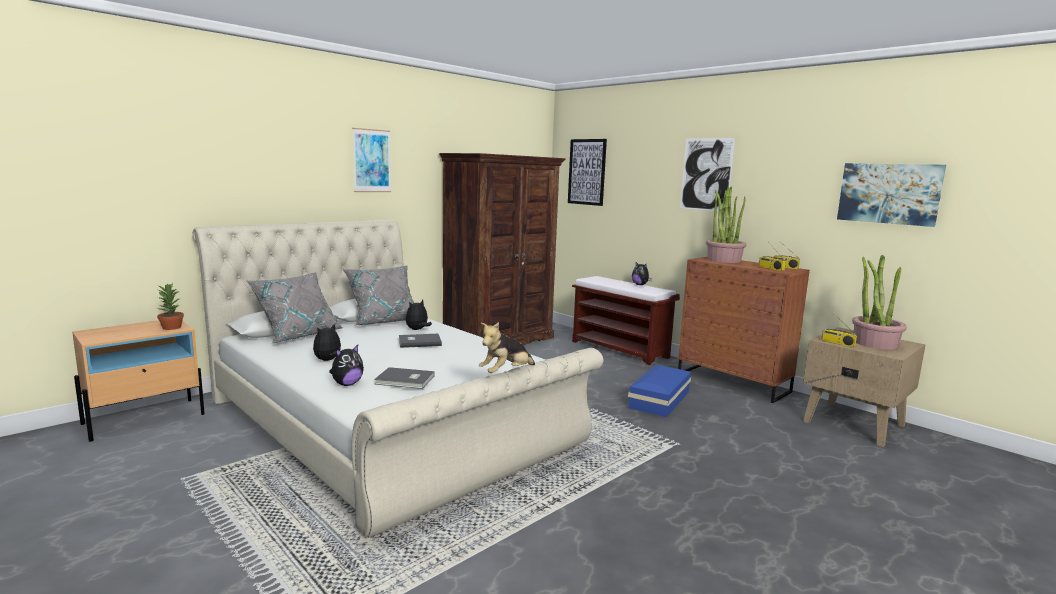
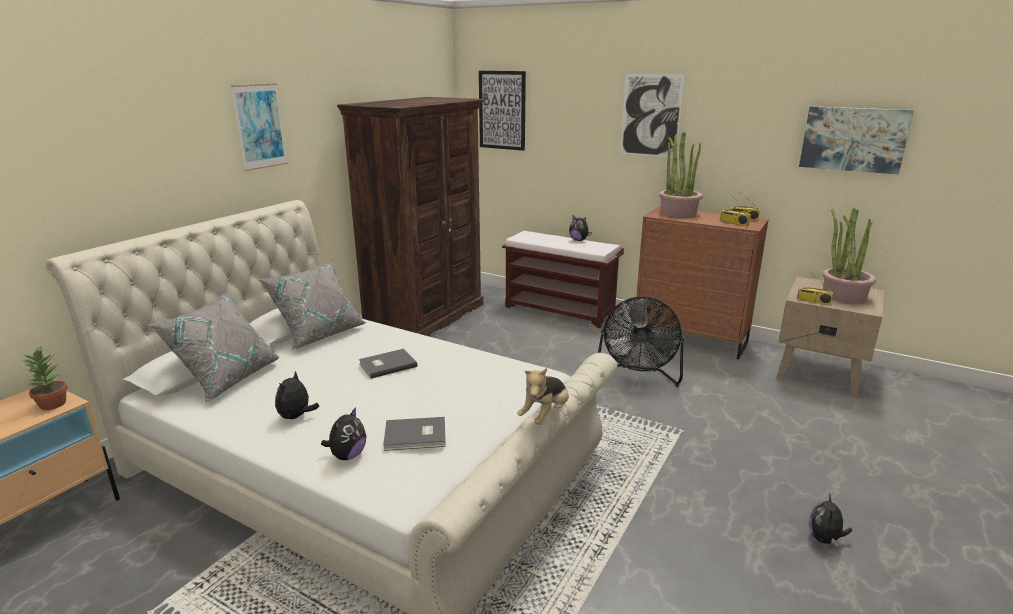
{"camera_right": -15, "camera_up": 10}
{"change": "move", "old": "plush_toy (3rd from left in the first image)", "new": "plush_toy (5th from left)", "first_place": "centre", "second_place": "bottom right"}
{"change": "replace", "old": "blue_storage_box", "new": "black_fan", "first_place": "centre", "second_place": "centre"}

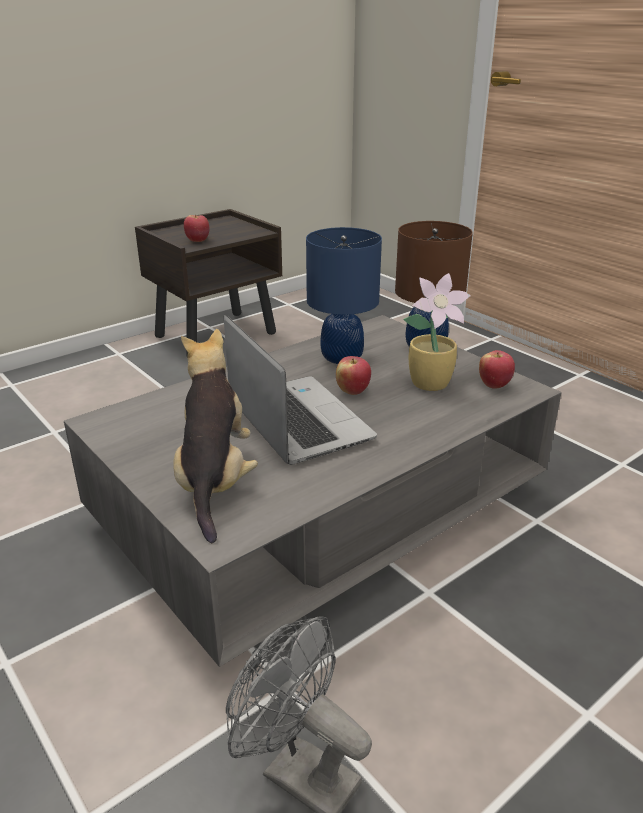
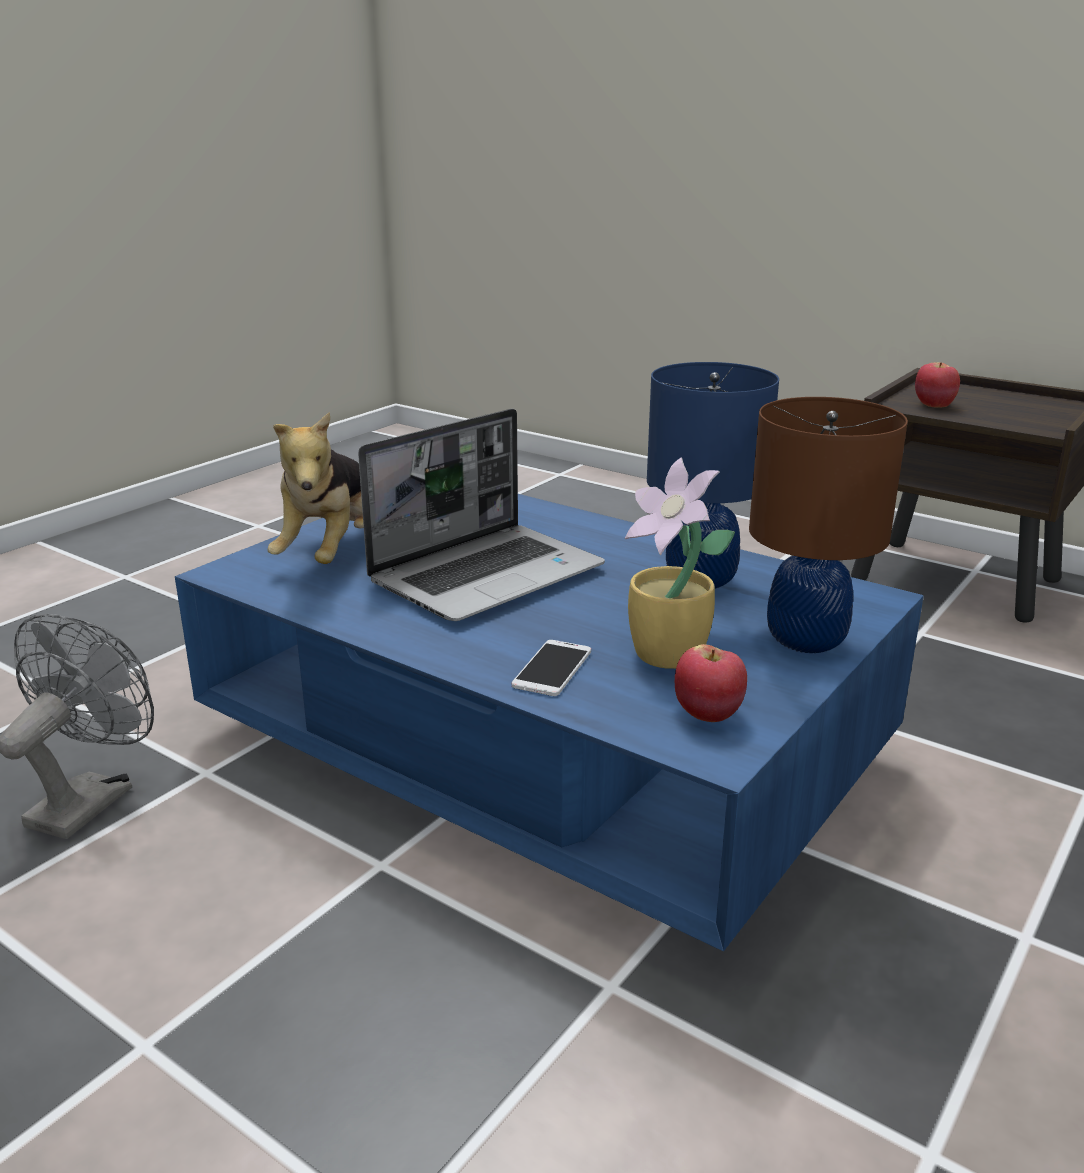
{"camera_right": 75, "camera_up": -5}
{"change": "recolor", "old": "grey_coffee_table", "new": "blue_coffee_table", "first_place": "centre", "second_place": "centre"}
{"change": "rotate", "old": "plush_toy", "first_place": "centre", "second_place": "middle left", "degrees": 120}
{"change": "delete", "old": "apple (2nd from left)", "first_place": "centre"}
{"change": "insert", "new": "phone", "second_place": "centre"}

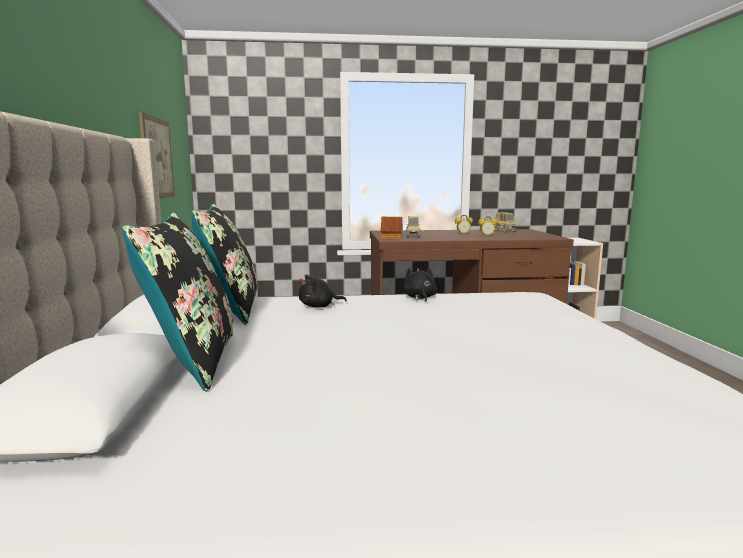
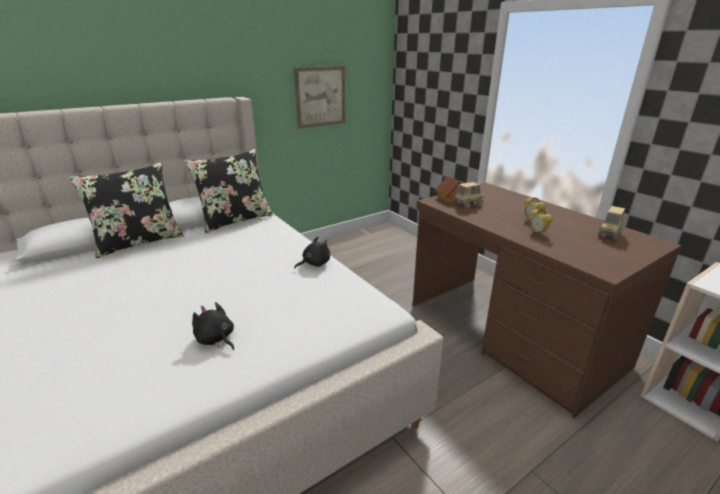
{"camera_right": 60, "camera_up": 15}
{"change": "move", "old": "black_plush_toy (1st from left)", "first_place": "centre", "second_place": "middle left"}

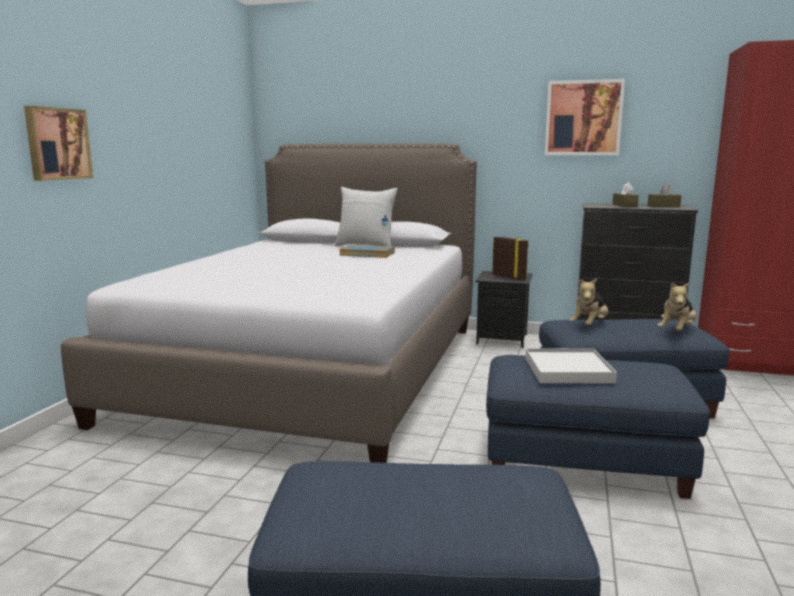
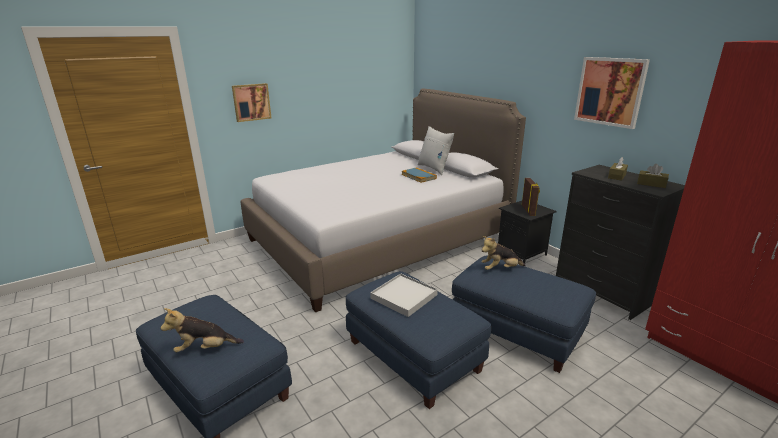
{"camera_right": 40, "camera_up": 10}
{"change": "move", "old": "plush_toy (2nd from left in the first image)", "new": "plush_toy (1st from left)", "first_place": "middle right", "second_place": "bottom left"}

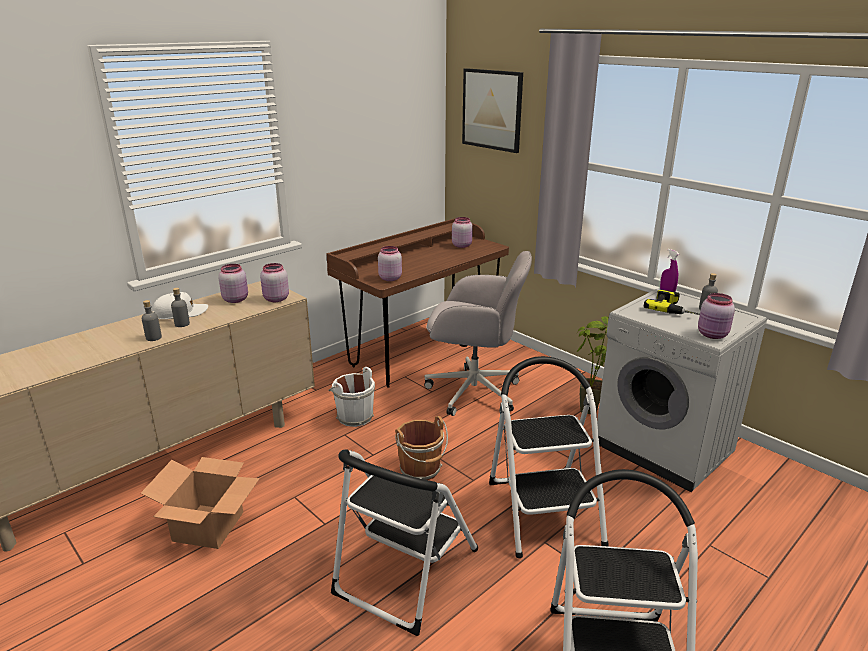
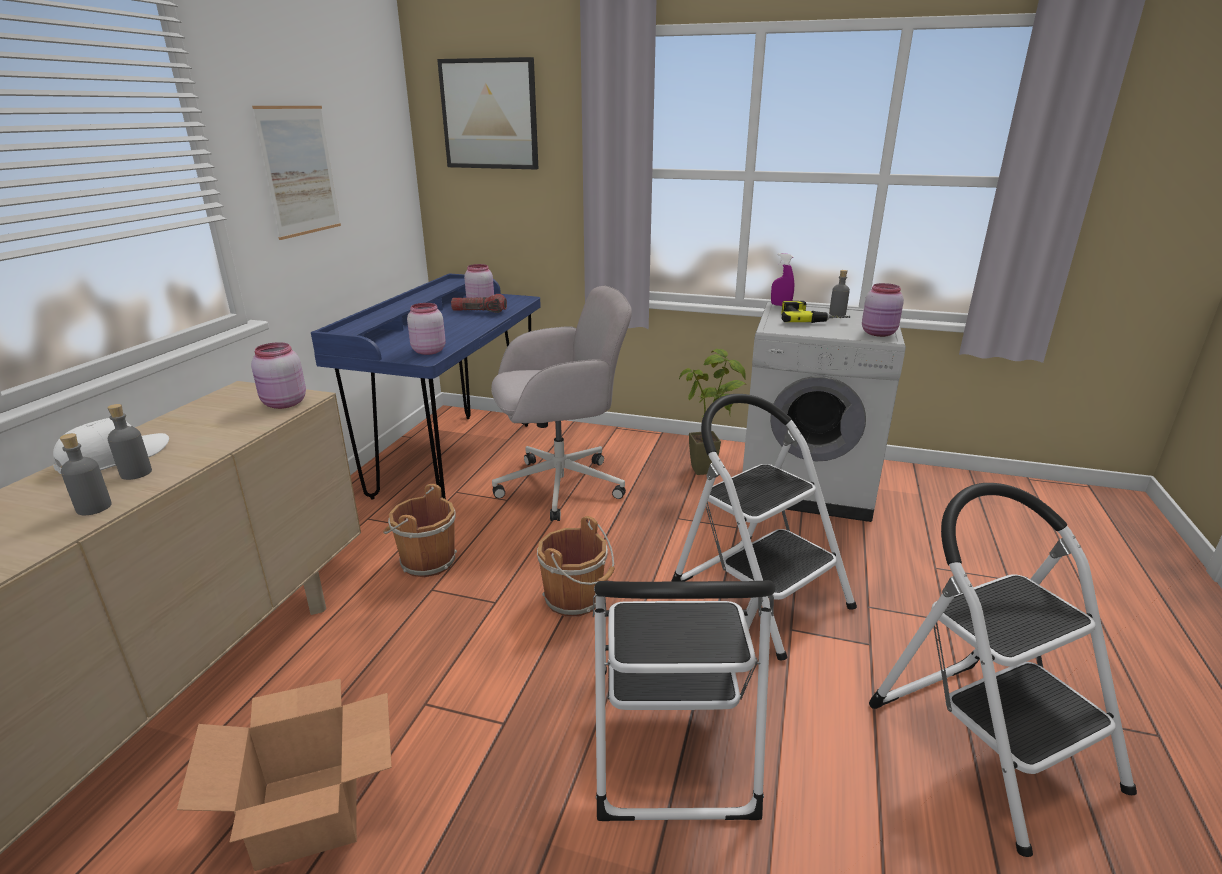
{"camera_right": -30, "camera_up": 0}
{"change": "delete", "old": "pink_jar (1st from left)", "first_place": "middle left"}
{"change": "recolor", "old": "brown_desk", "new": "blue_desk", "first_place": "centre", "second_place": "centre"}
{"change": "recolor", "old": "white_bucket", "new": "brown_bucket (1st from left)", "first_place": "centre", "second_place": "centre"}
{"change": "insert", "new": "picture (1st from left)", "second_place": "top left"}
{"change": "insert", "new": "flashlight", "second_place": "centre"}

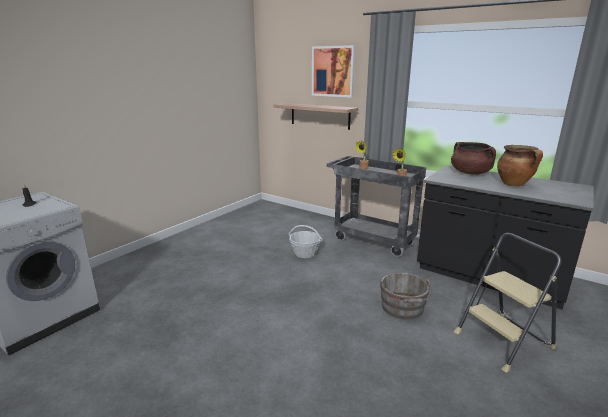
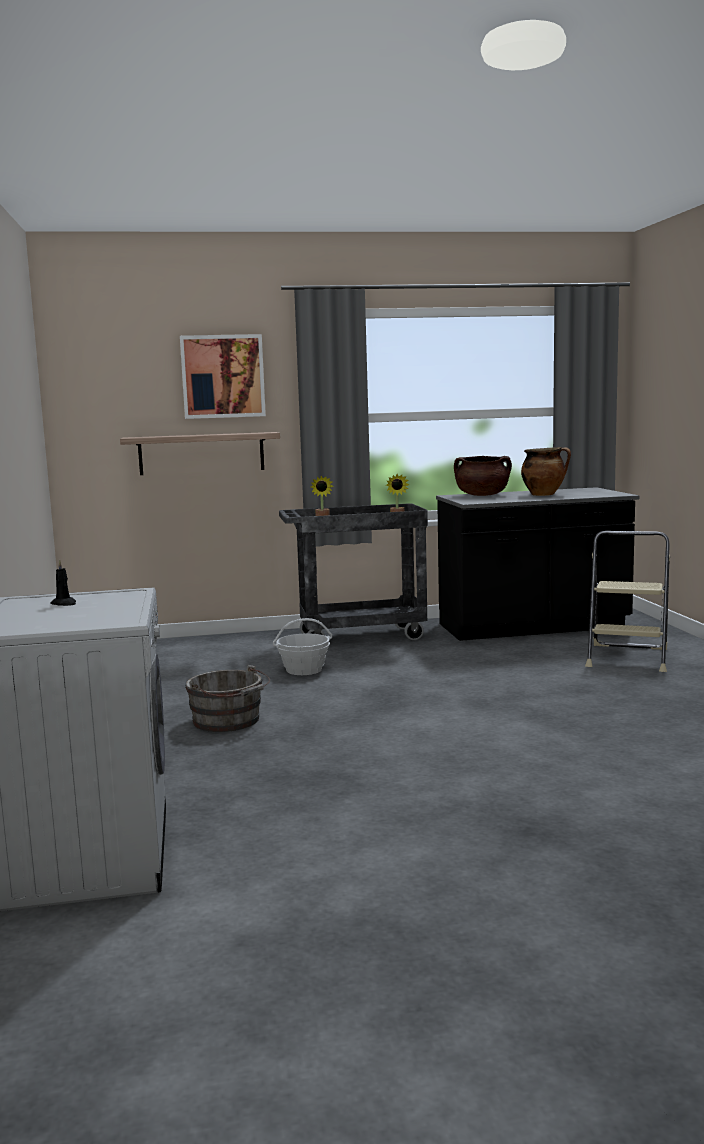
{"camera_right": -45, "camera_up": -10}
{"change": "move", "old": "grey_bucket", "first_place": "bottom right", "second_place": "middle left"}

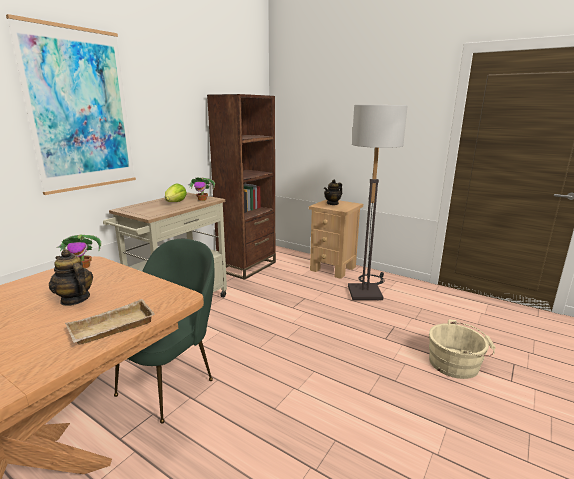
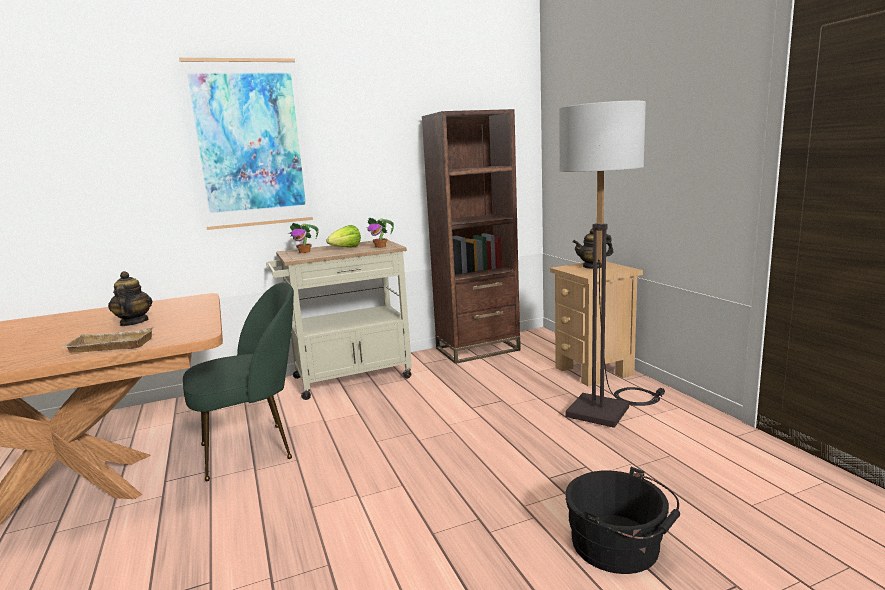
{"camera_right": 35, "camera_up": -5}
{"change": "move", "old": "potted_plant (1st from left)", "first_place": "middle left", "second_place": "centre"}
{"change": "recolor", "old": "beige_bucket", "new": "black_bucket", "first_place": "bottom right", "second_place": "bottom right"}

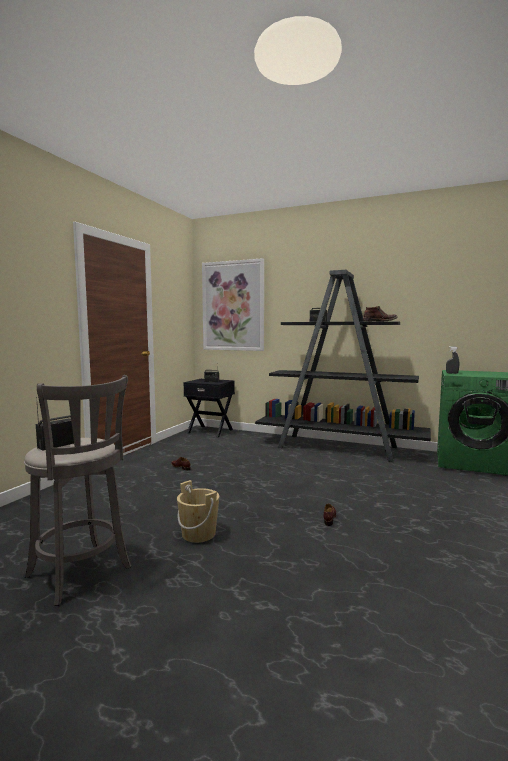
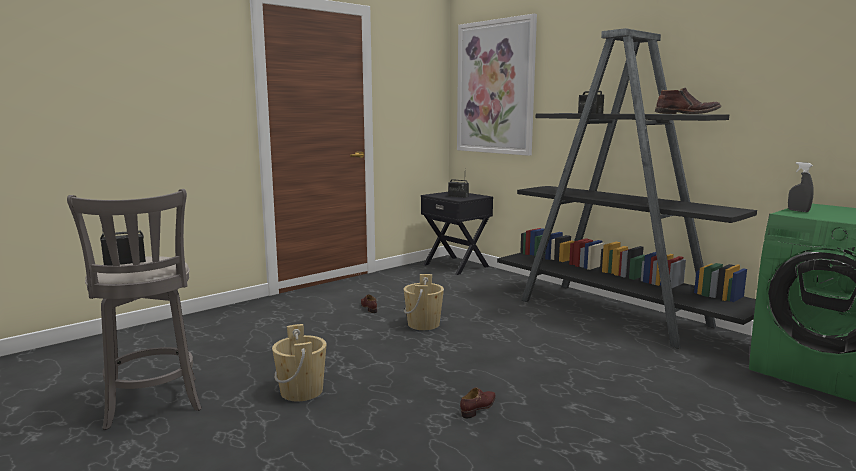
{"camera_right": 25, "camera_up": 5}
{"change": "insert", "new": "beige_bucket (2nd from left)", "second_place": "centre"}

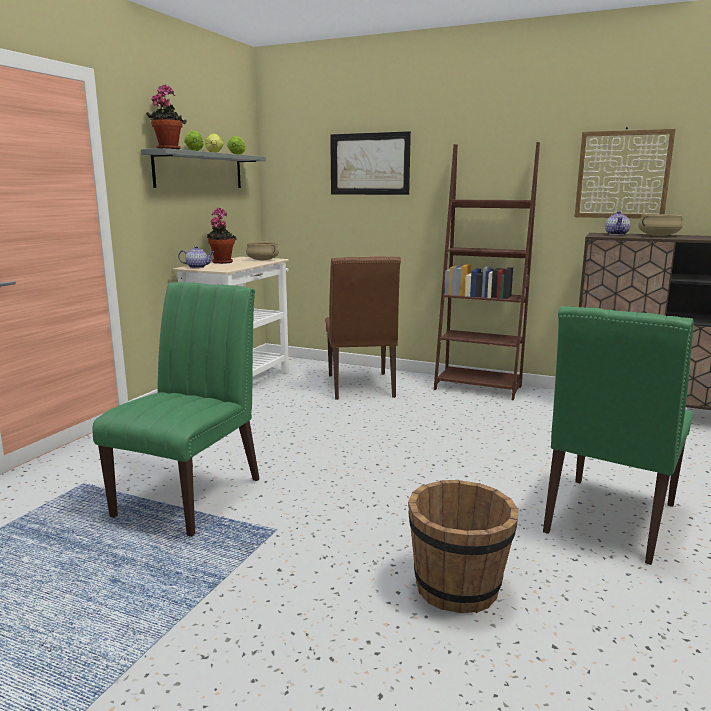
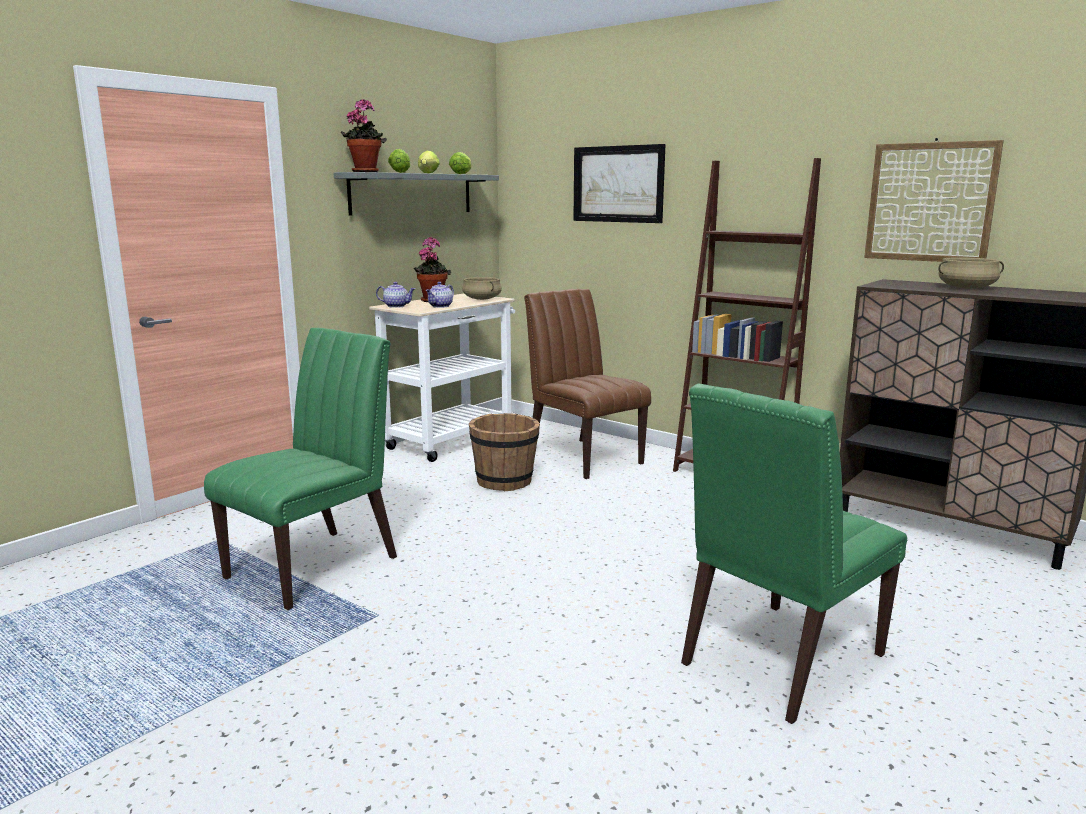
{"camera_right": 15, "camera_up": 0}
{"change": "rotate", "old": "brown_chair", "first_place": "centre", "second_place": "centre", "degrees": 135}
{"change": "move", "old": "brown_bucket", "first_place": "bottom centre", "second_place": "centre"}
{"change": "move", "old": "teapot (2nd from left)", "first_place": "top right", "second_place": "centre"}

